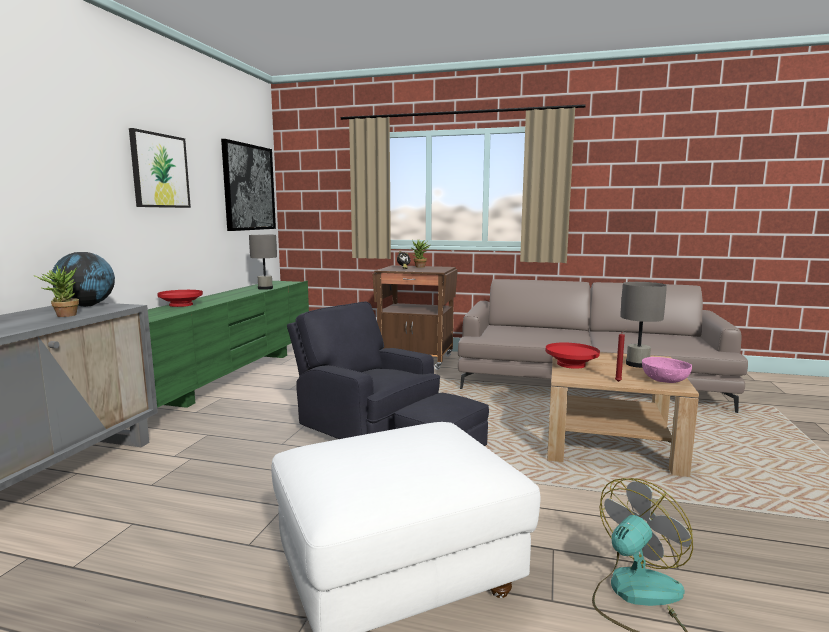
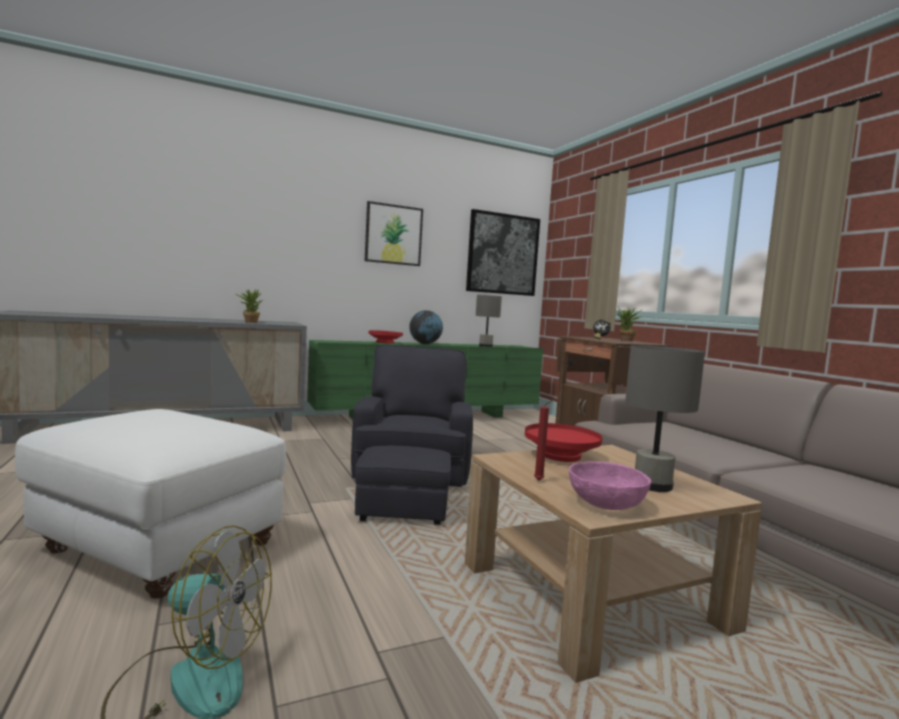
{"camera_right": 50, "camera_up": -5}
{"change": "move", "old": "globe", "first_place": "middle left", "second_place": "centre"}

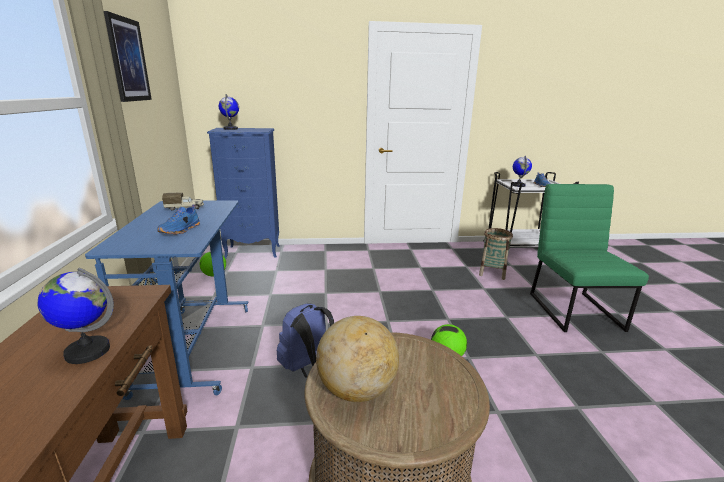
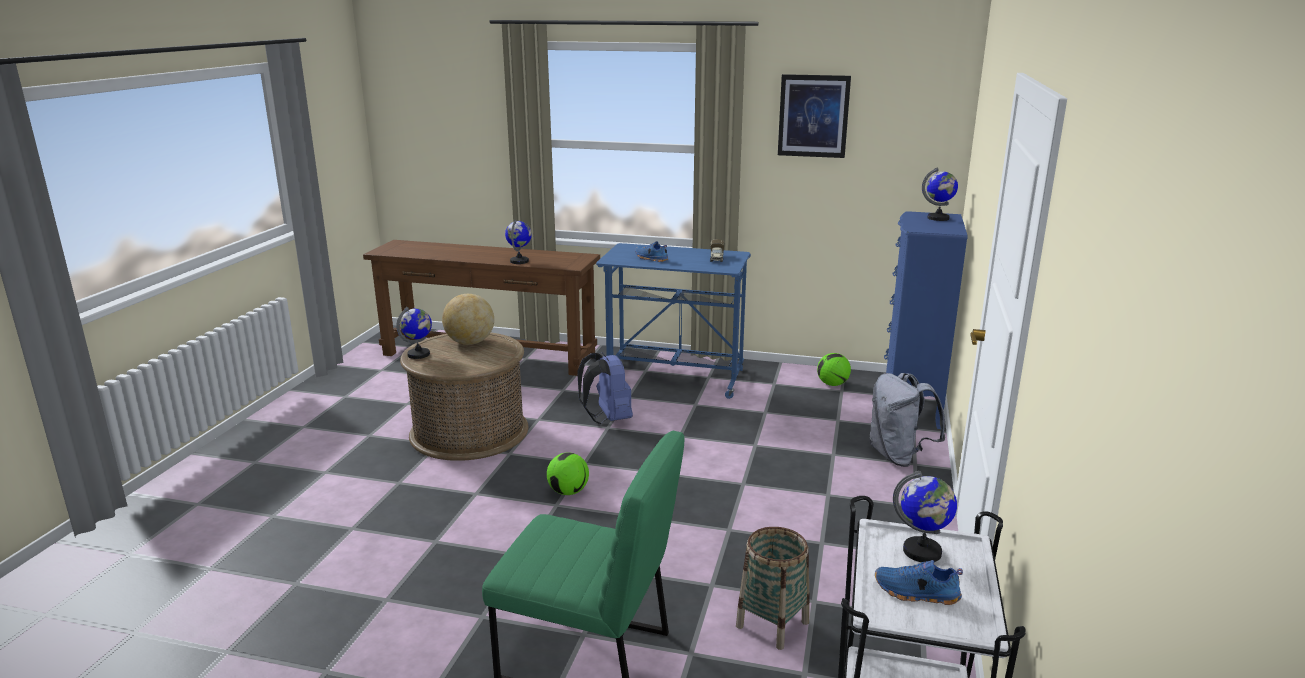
{"camera_right": 110, "camera_up": 0}
{"change": "insert", "new": "globe (1st from left)", "second_place": "middle left"}
{"change": "insert", "new": "grey_backpack", "second_place": "middle right"}

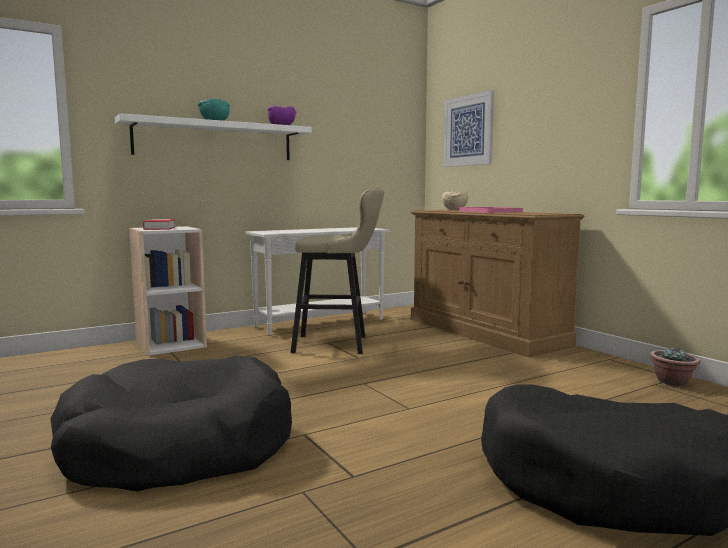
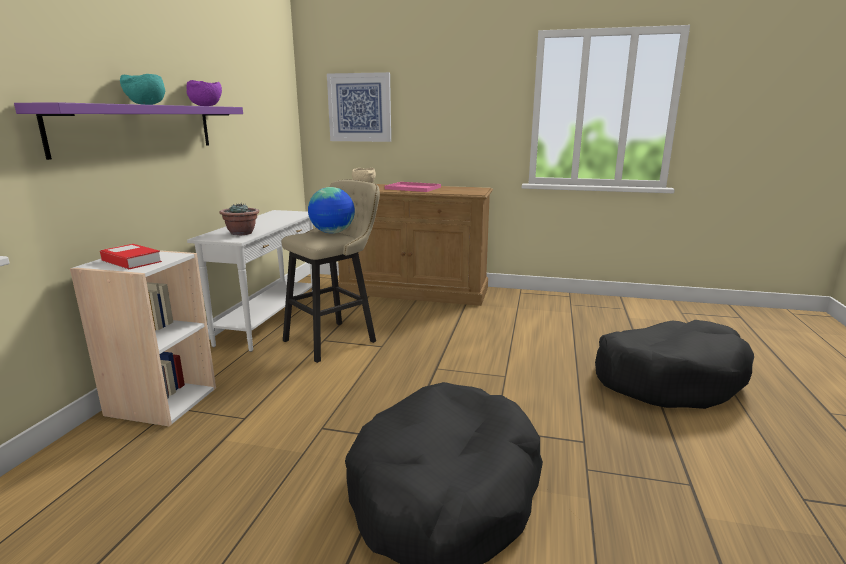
{"camera_right": -45, "camera_up": 10}
{"change": "recolor", "old": "white_shelf", "new": "purple_shelf", "first_place": "top left", "second_place": "top left"}
{"change": "move", "old": "potted_plant", "first_place": "bottom right", "second_place": "middle left"}
{"change": "insert", "new": "globe", "second_place": "centre"}

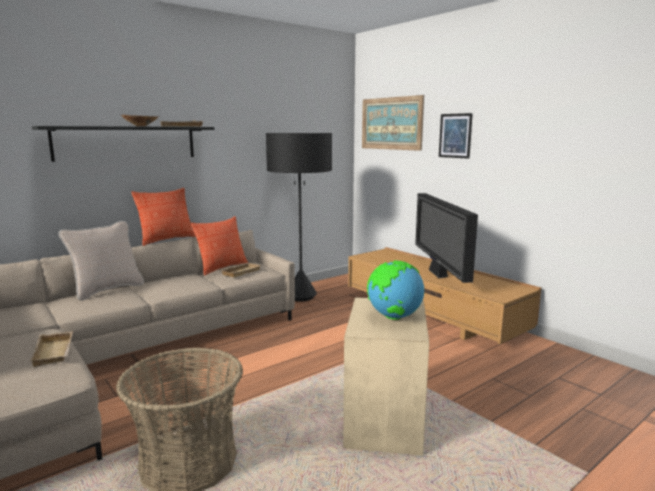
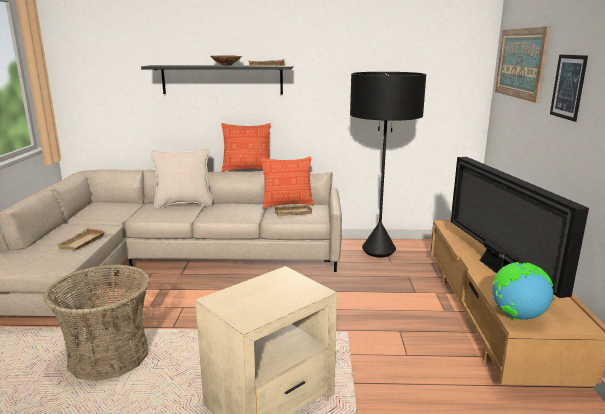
{"camera_right": 40, "camera_up": 5}
{"change": "move", "old": "globe", "first_place": "centre", "second_place": "bottom right"}
{"change": "rotate", "old": "television", "first_place": "middle right", "second_place": "middle right", "degrees": -45}

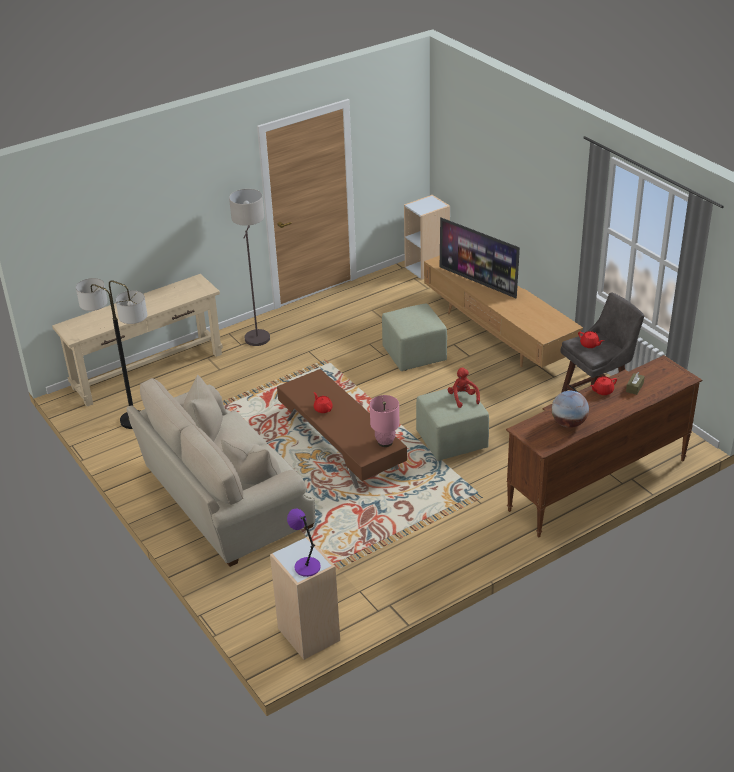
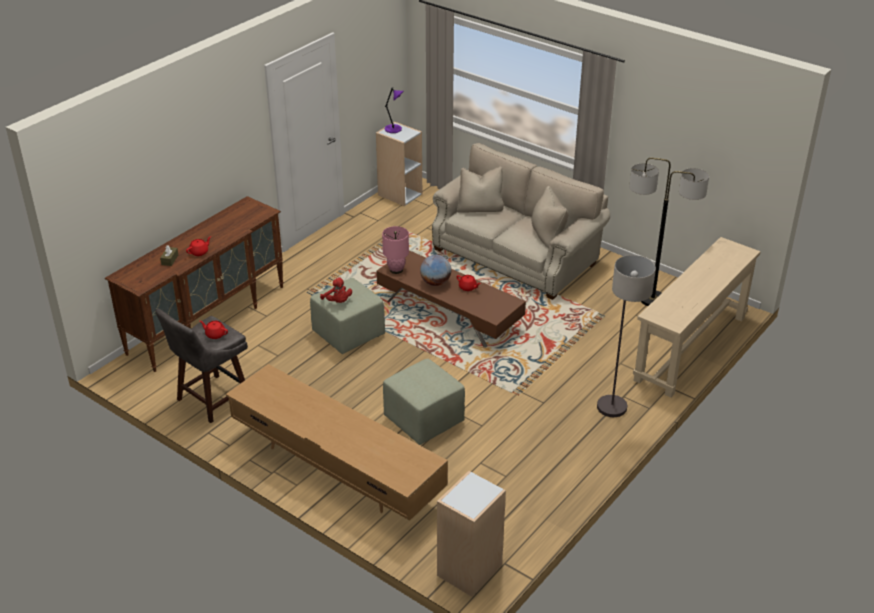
{"camera_right": 160, "camera_up": 0}
{"change": "delete", "old": "television", "first_place": "top centre"}
{"change": "move", "old": "globe", "first_place": "middle right", "second_place": "centre"}

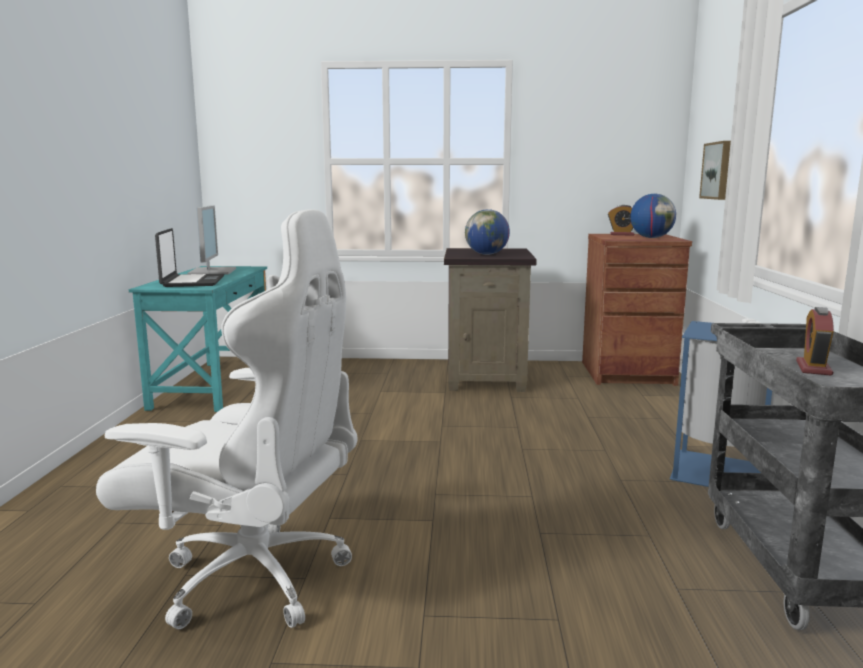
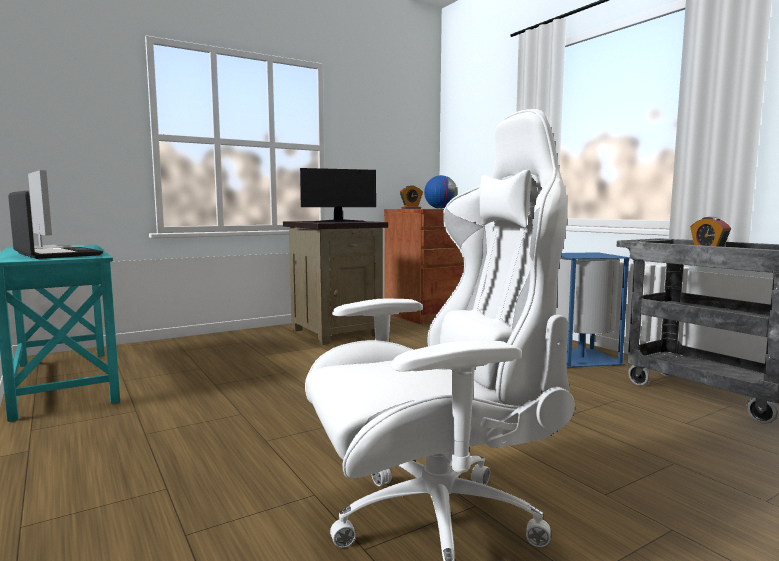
{"camera_right": -35, "camera_up": -5}
{"change": "replace", "old": "globe (1st from left)", "new": "monitor (2nd from left)", "first_place": "centre", "second_place": "centre"}
{"change": "delete", "old": "picture", "first_place": "top right"}

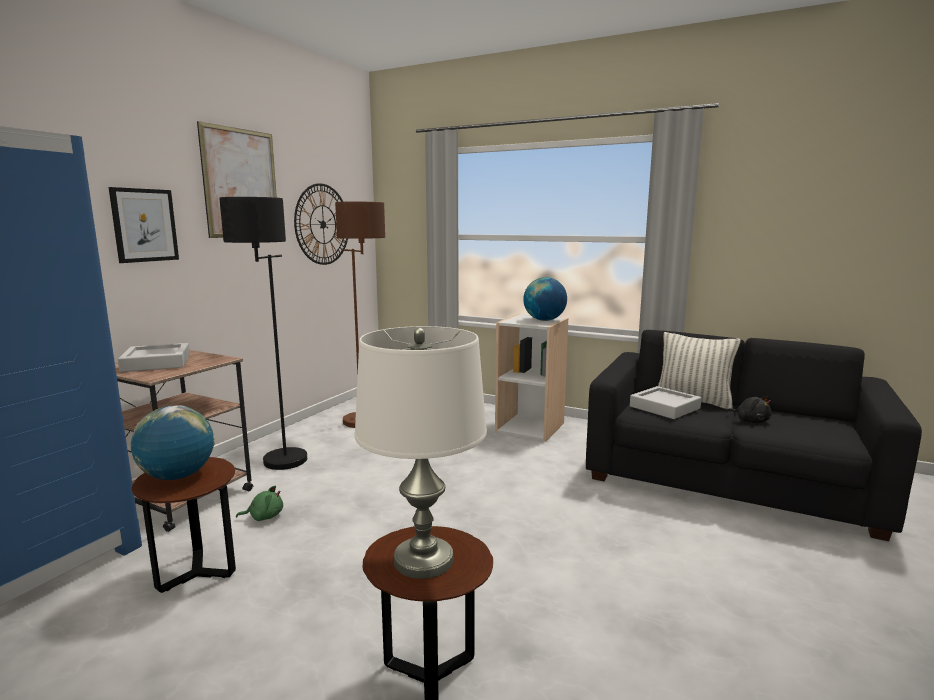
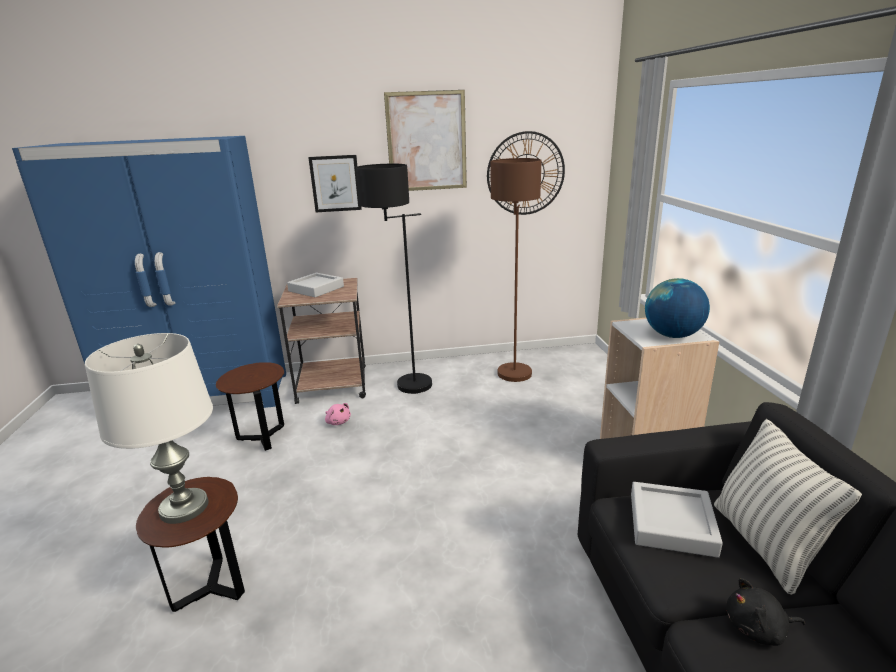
{"camera_right": 55, "camera_up": 10}
{"change": "delete", "old": "globe (1st from left)", "first_place": "middle left"}
{"change": "recolor", "old": "green_plush_toy", "new": "pink_plush_toy", "first_place": "bottom left", "second_place": "centre"}
{"change": "rotate", "old": "black_plush_toy", "first_place": "middle right", "second_place": "bottom right", "degrees": 75}

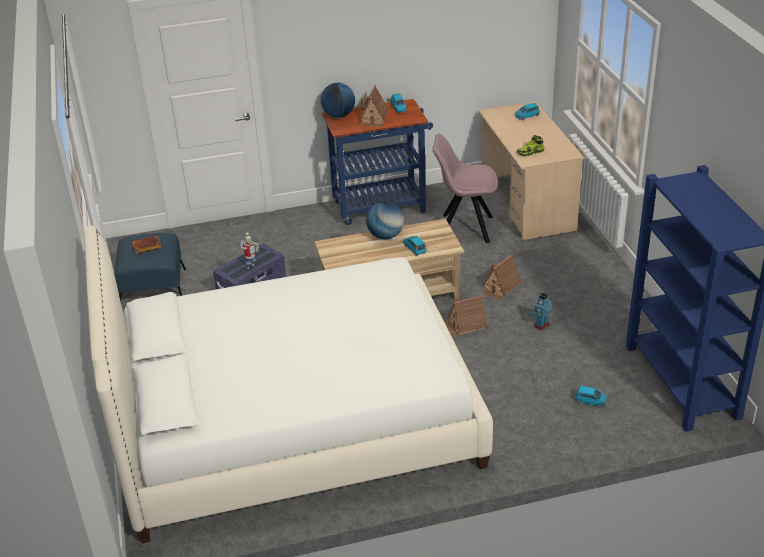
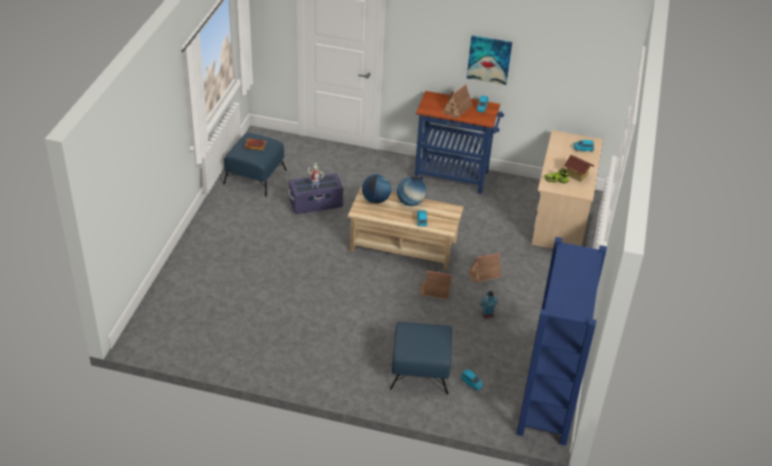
{"camera_right": 25, "camera_up": 5}
{"change": "delete", "old": "white_bed", "first_place": "bottom centre"}
{"change": "move", "old": "globe (1st from left)", "first_place": "top centre", "second_place": "centre"}
{"change": "delete", "old": "pink_chair", "first_place": "centre"}
{"change": "insert", "new": "blue_ottoman (2nd from left)", "second_place": "bottom centre"}
{"change": "insert", "new": "picture", "second_place": "top centre"}
{"change": "insert", "new": "toy_house (4th from left)", "second_place": "middle right"}

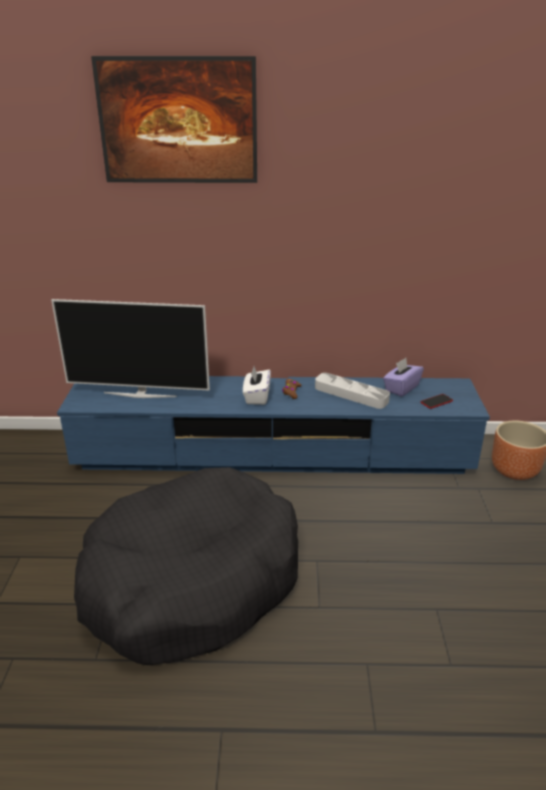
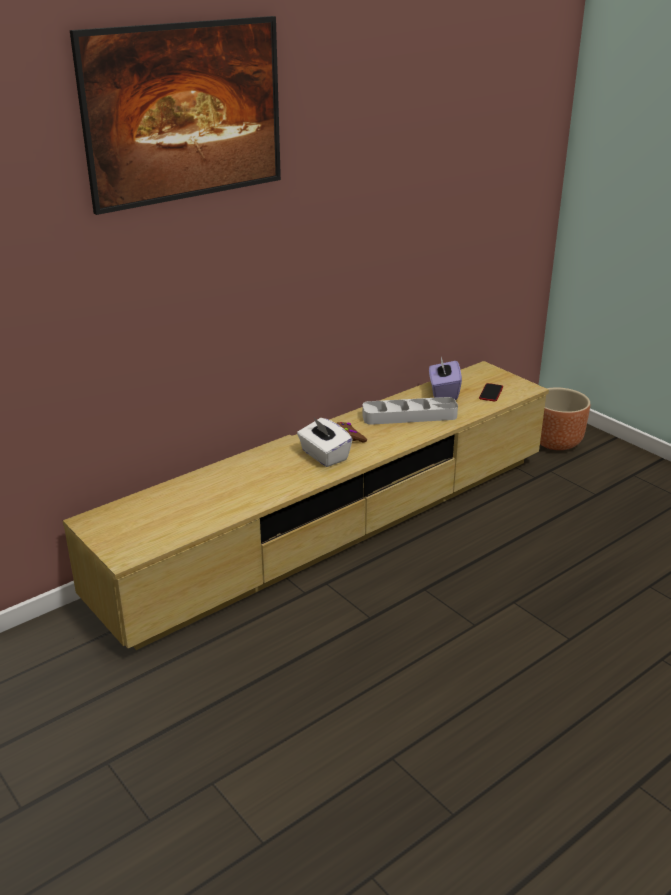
{"camera_right": -40, "camera_up": 0}
{"change": "delete", "old": "television", "first_place": "middle left"}
{"change": "recolor", "old": "blue_tv_stand", "new": "beige_tv_stand", "first_place": "centre", "second_place": "centre"}
{"change": "delete", "old": "black_dog_bed", "first_place": "bottom centre"}

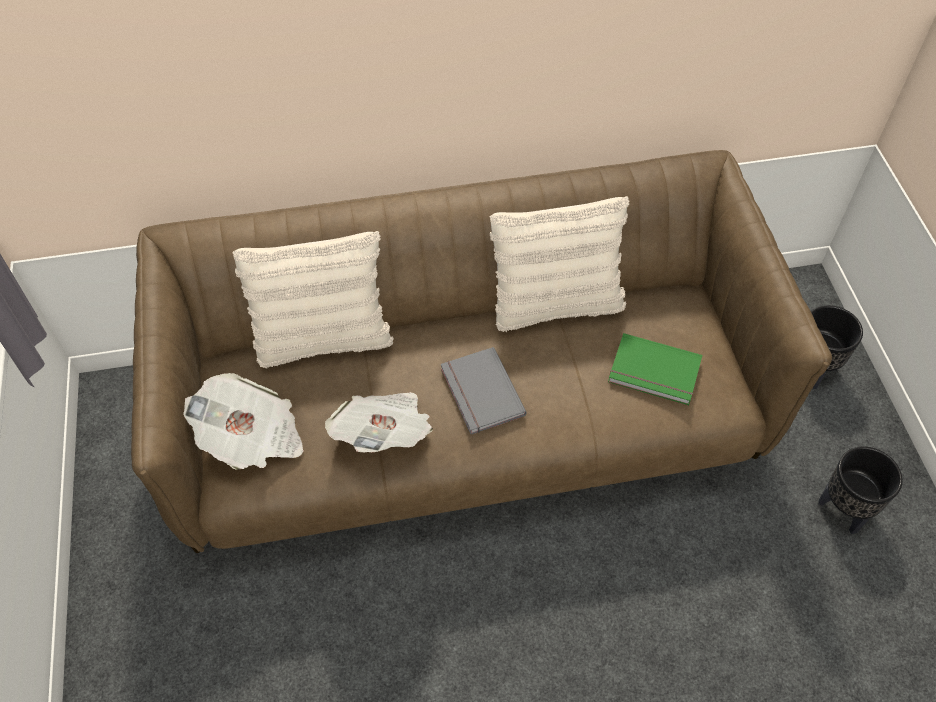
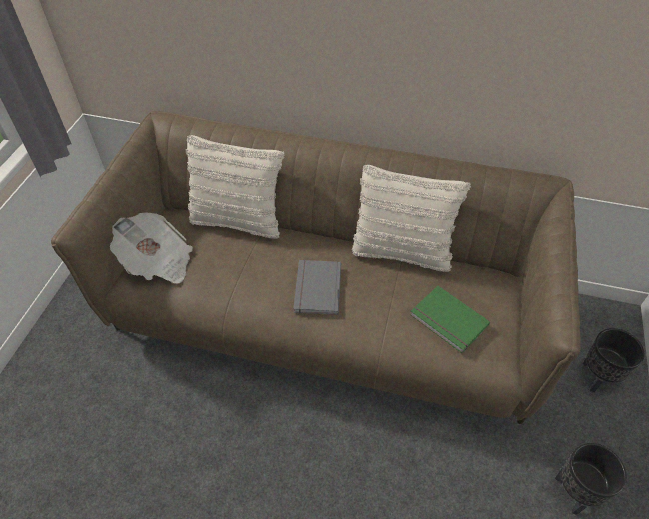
{"camera_right": 25, "camera_up": -5}
{"change": "delete", "old": "newspaper (2nd from left)", "first_place": "centre"}

